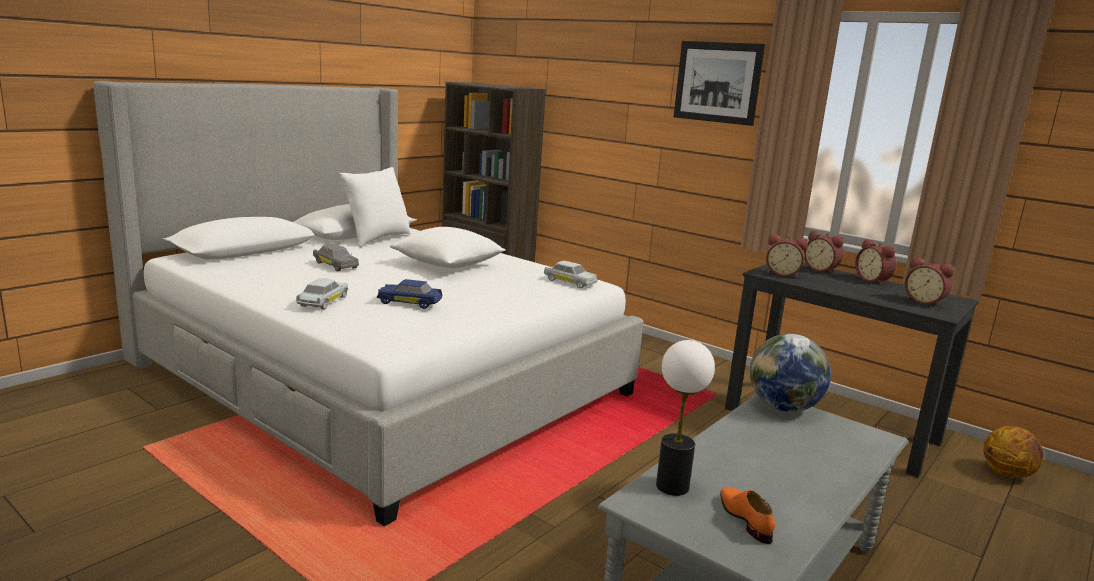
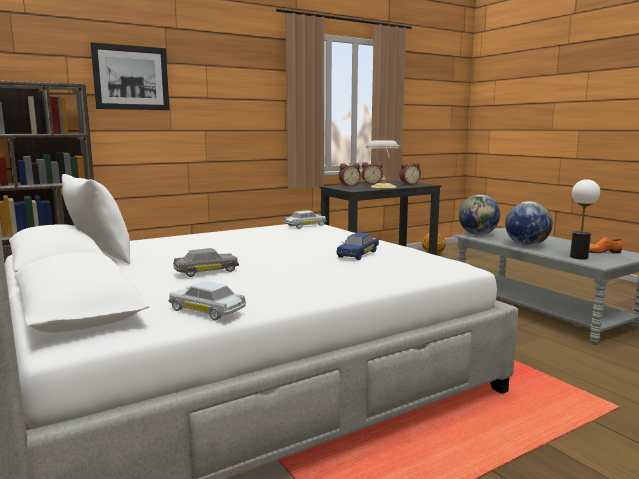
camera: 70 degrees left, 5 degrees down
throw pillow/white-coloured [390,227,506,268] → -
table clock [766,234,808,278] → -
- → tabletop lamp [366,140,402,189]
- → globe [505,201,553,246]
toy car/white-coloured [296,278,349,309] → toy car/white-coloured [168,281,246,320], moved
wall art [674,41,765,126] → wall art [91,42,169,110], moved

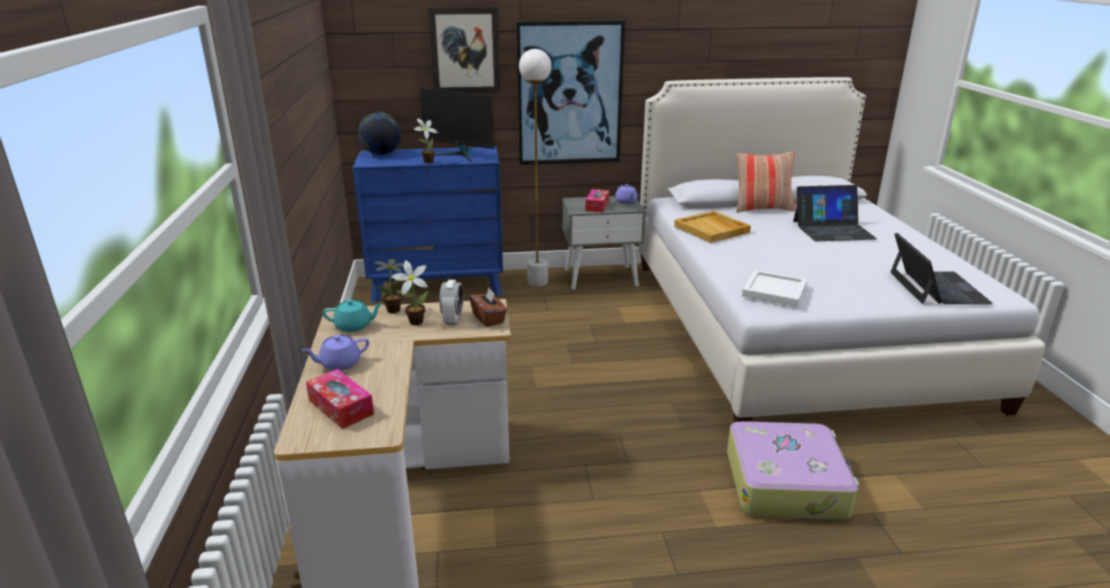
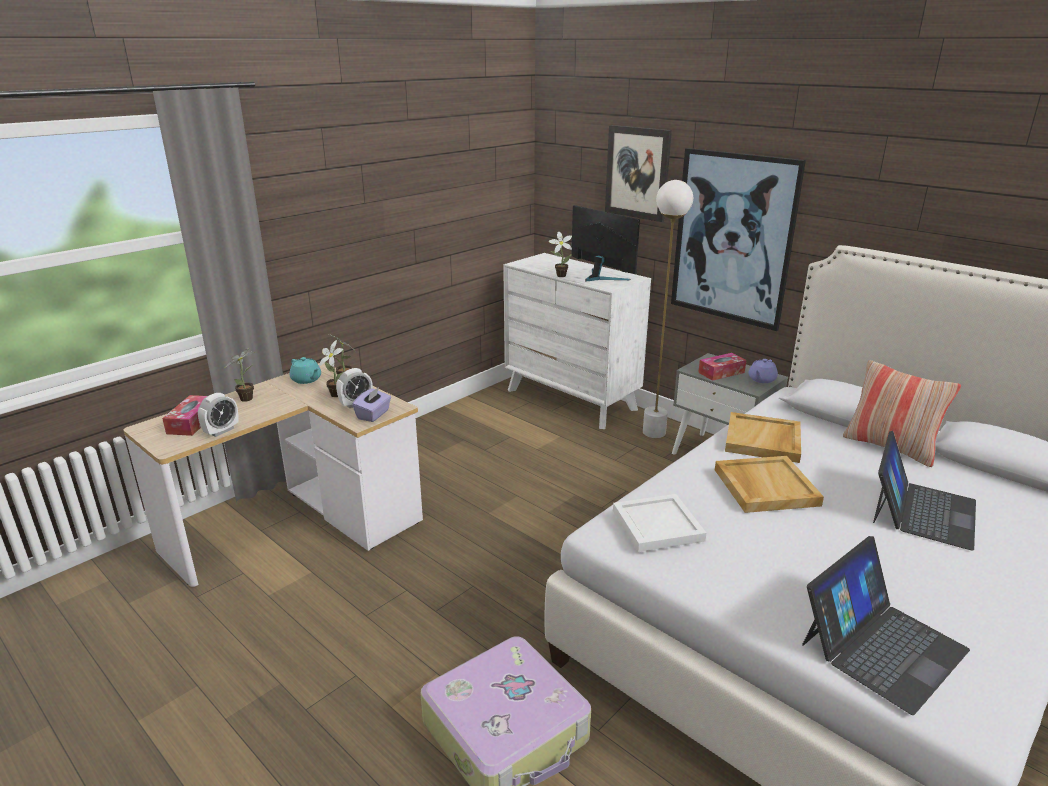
camera: 50 degrees right, 0 degrees up
globe [358,112,401,155] → -
- → table clock [198,393,239,437]
- → tray/beige-coloured [715,456,824,513]
pot for tea/purple-coloured [302,335,369,371] → houseplant [225,348,254,402]
chest of drawers/bluish [352,147,503,303] → chest of drawers/white-coloured [503,253,651,429]
box of tissues/brownish [469,288,507,327] → box of tissues/purple-coloured [352,387,391,422]
monitor [420,88,494,162] → monitor [571,205,640,282], 150 degrees clockwise
laptop [793,185,877,241] → laptop [873,431,976,550], 105 degrees counterclockwise

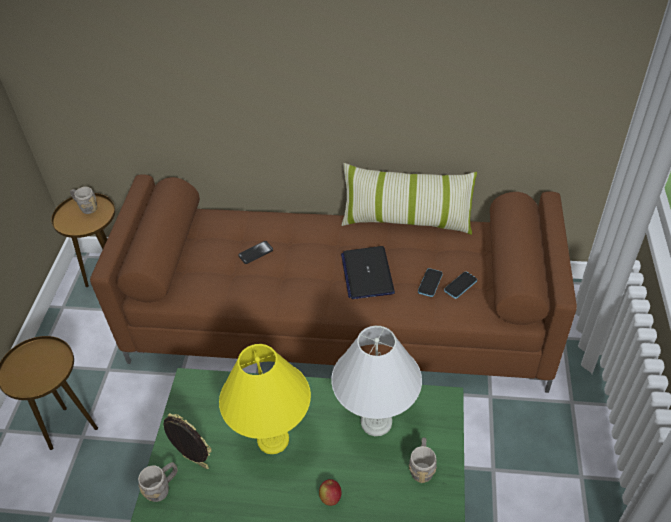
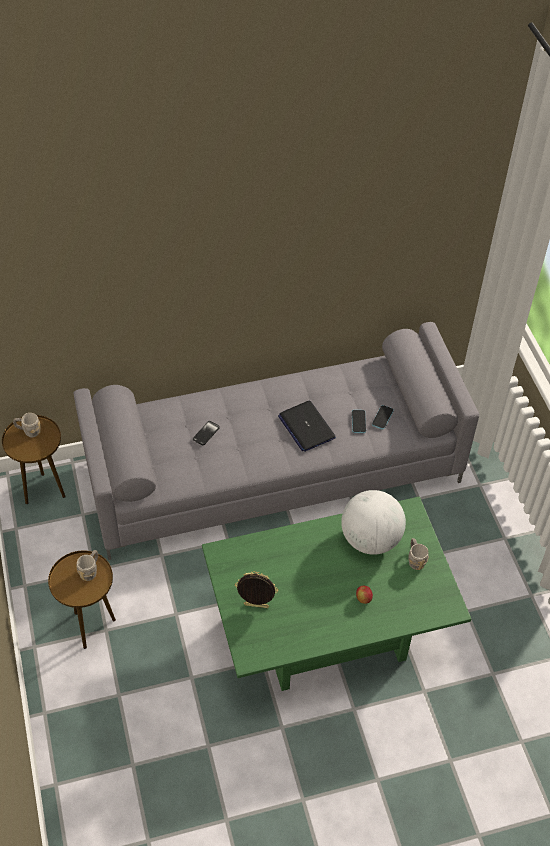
camera: 25 degrees left, 5 degrees up
tabletop lamp/yellow [219,344,311,454] → -
throw pillow [341,163,477,235] → -
coffee mug/grey [138,462,178,502] → coffee mug/grey [76,550,98,581], moved
tabletop lamp/white-coloured [331,326,422,436] → globe [341,490,406,555]
couch/brownish [90,174,577,393] → couch/grey [73,322,479,560]

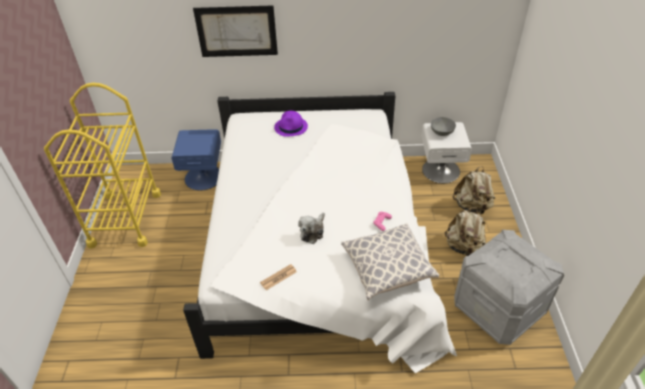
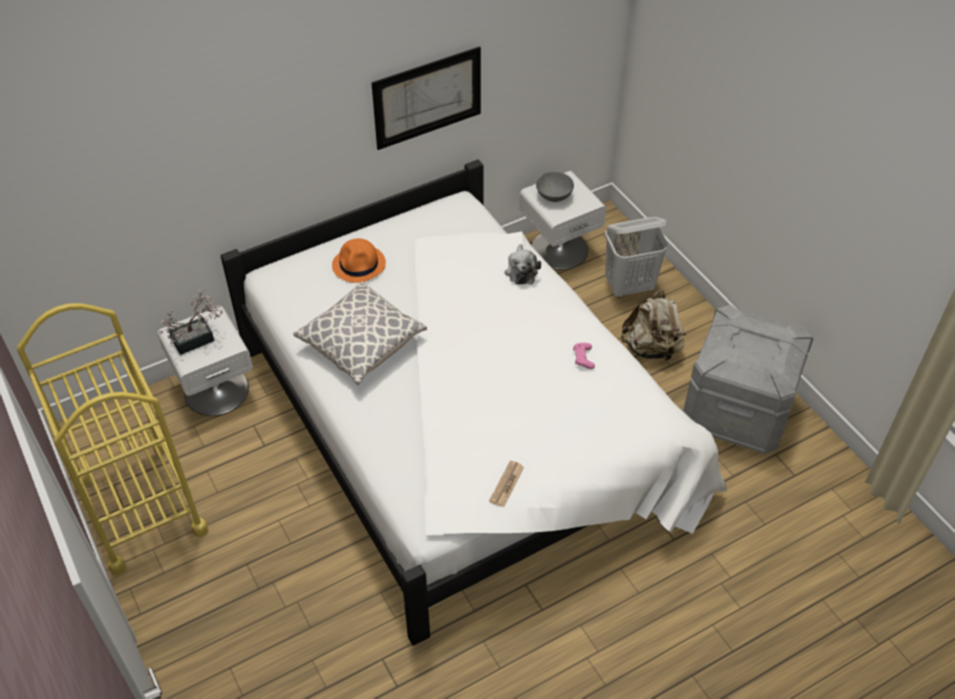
camera: 30 degrees left, 5 degrees up
- → houseplant [159,288,223,355]
wall art [193,5,278,57] → wall art [371,46,481,150], moved
plush toy [298,213,325,244] → plush toy [504,244,541,284], moved
throw pillow [341,223,439,300] → throw pillow [293,282,427,386], moved
backpack/beige-coloured [453,166,495,215] → laundry basket/white-coloured [605,217,668,298]
nightstand/bluish [172,129,221,190] → nightstand/white-coloured [157,306,253,416]
hat/purple-coloured [274,111,308,137] → hat/orange [332,238,386,283]

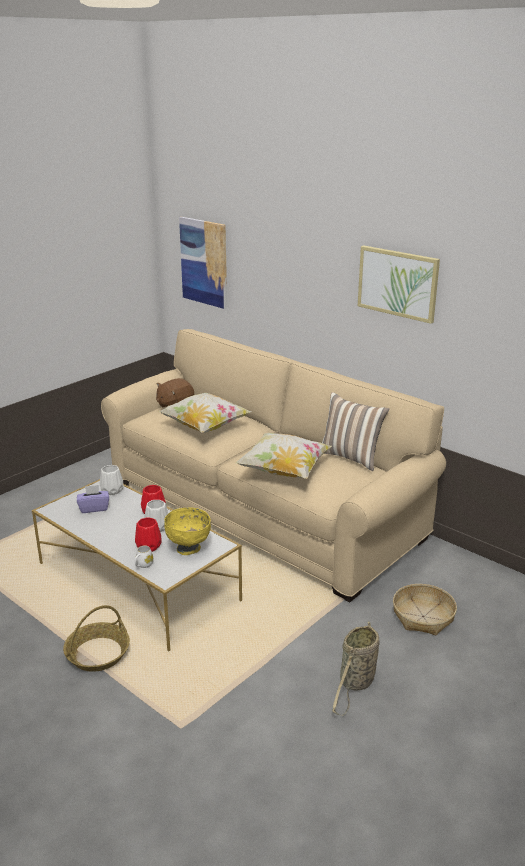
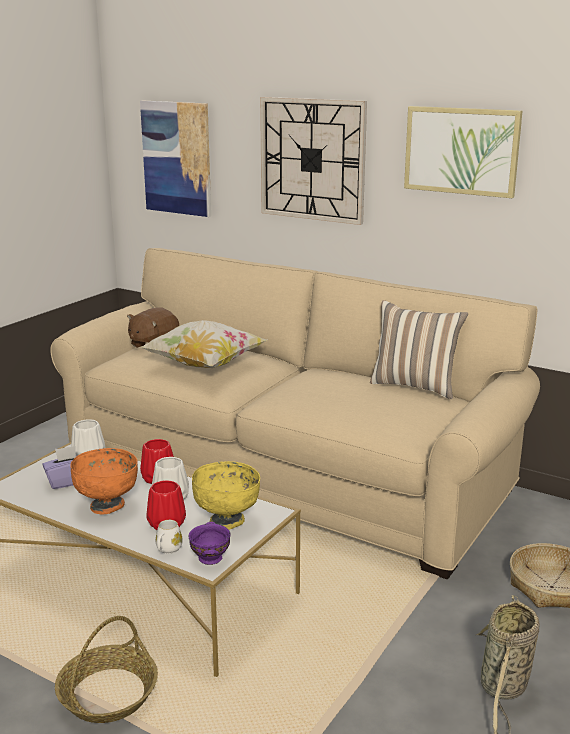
camera: 10 degrees left, 5 degrees down
throw pillow [235,433,332,479] → -
- → deep dish/orange [70,448,138,514]
- → deep dish/purple-coloured [189,522,231,565]
- → clock on the wall [260,97,367,225]

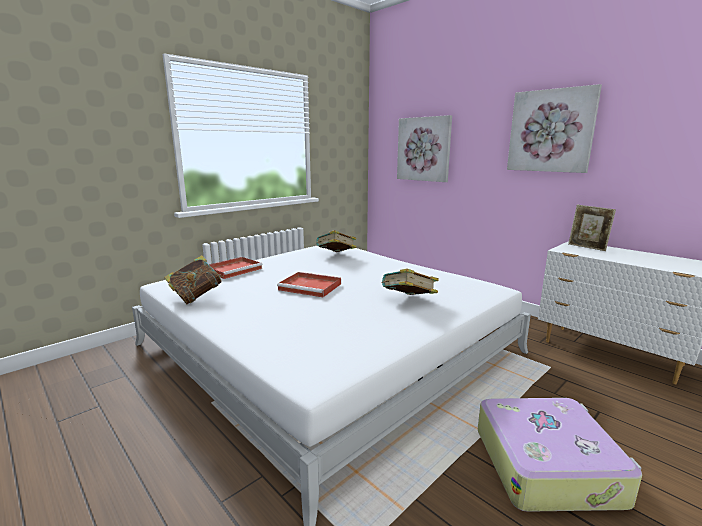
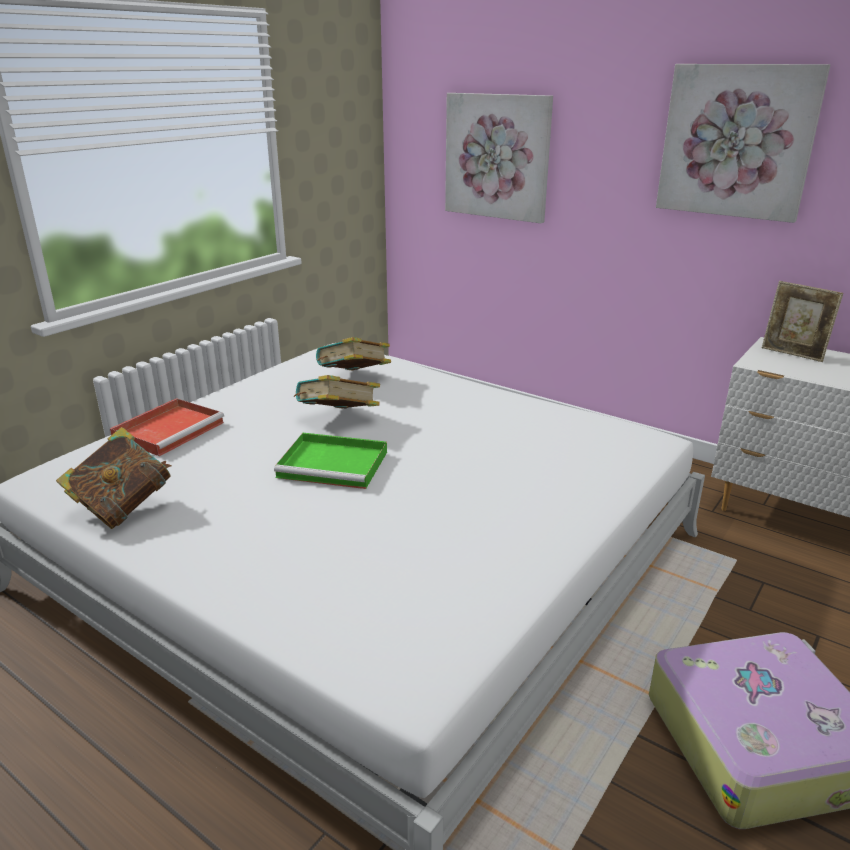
camera: 10 degrees left, 10 degrees up
book [382,269,439,295] → book [294,375,380,409], moved
tray/red-coloured [277,272,341,297] → tray/green-coloured [274,433,387,489]

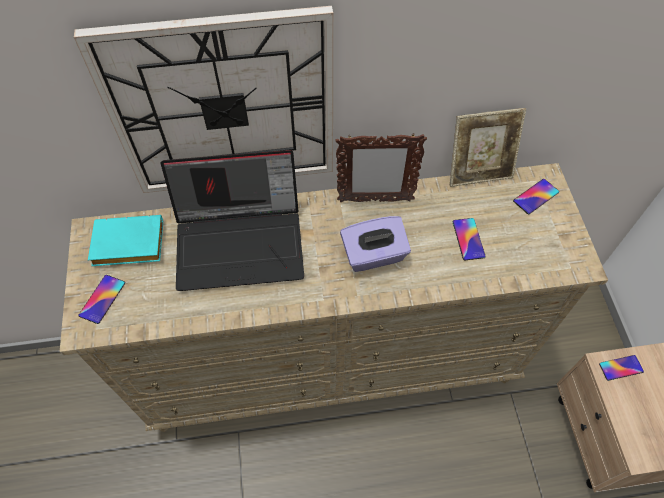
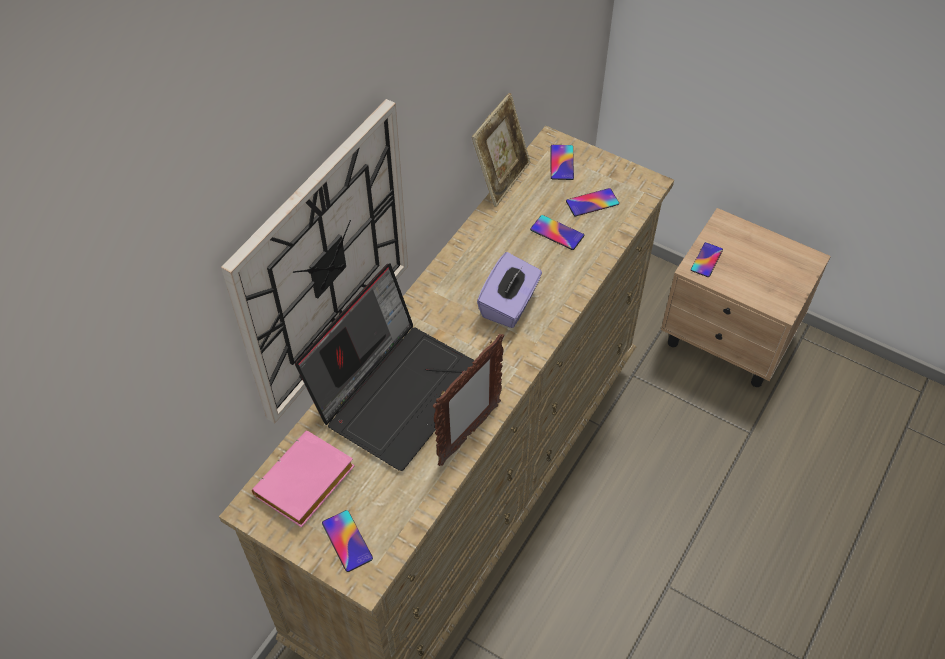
camera: 50 degrees left, 5 degrees down
- → telephone [566,188,619,216]
picture frame [336,134,427,202] → picture frame [433,334,504,466], moved
book/blue-green [88,215,163,266] → book/pinkish [252,431,355,528]

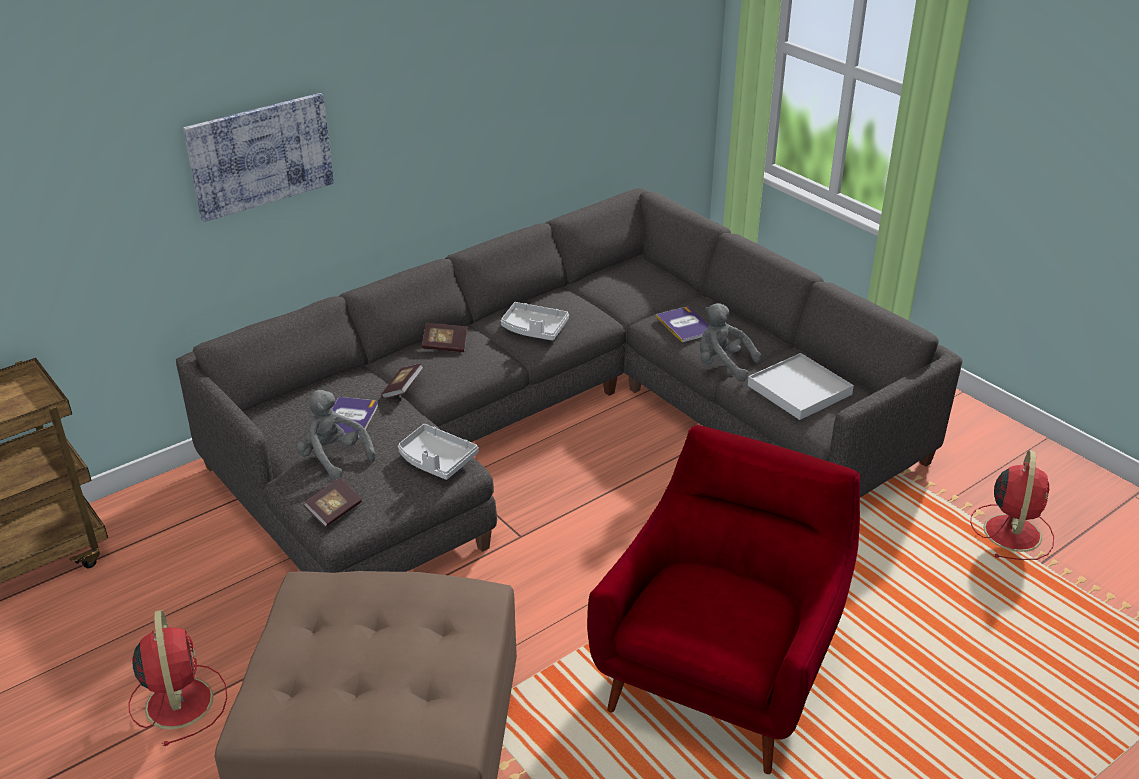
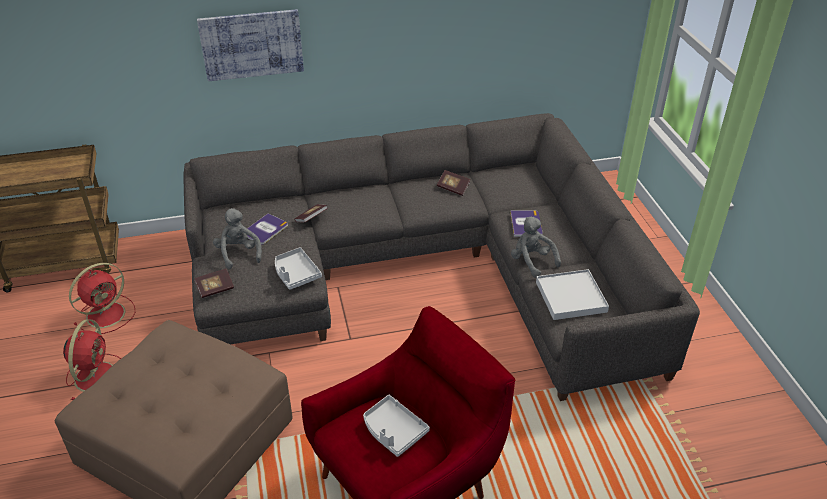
camera: 25 degrees right, 5 degrees up
book [422,323,467,352] → book [437,170,470,196], moved
tray/grey [501,302,569,341] → tray/grey [363,395,430,457], moved
fan/red-coloured [970,450,1054,560] → fan/red-coloured [69,263,135,334], moved

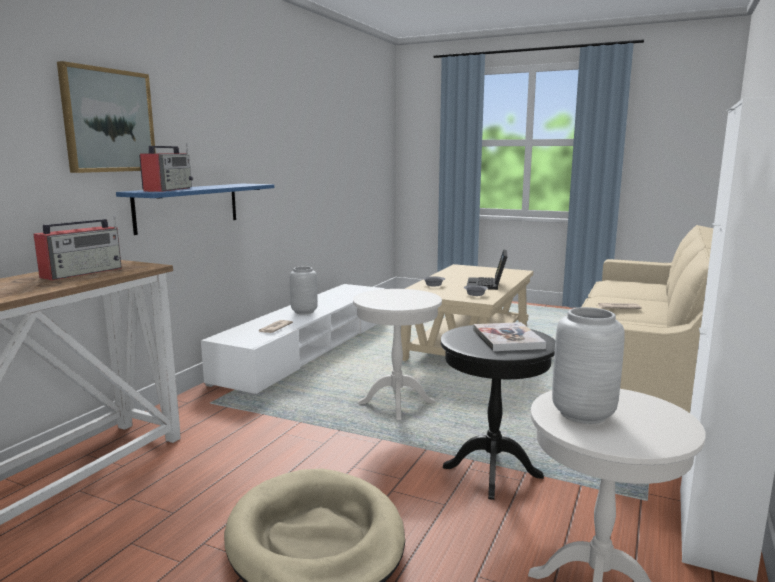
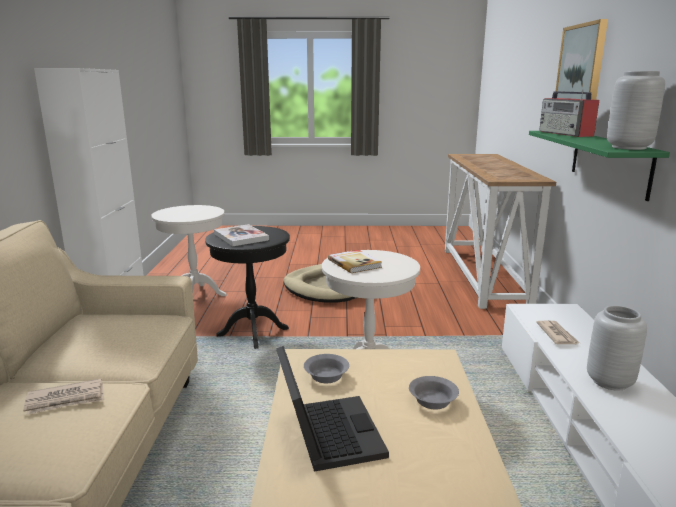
camera: 155 degrees right, 5 degrees up
radio set [33,216,122,280] → -
- → book [328,250,382,273]
flower vase/grey [552,307,625,424] → flower vase/grey [607,71,665,150], moved
shelf/bluish [116,184,274,235] → shelf/green-coloured [529,131,670,201]

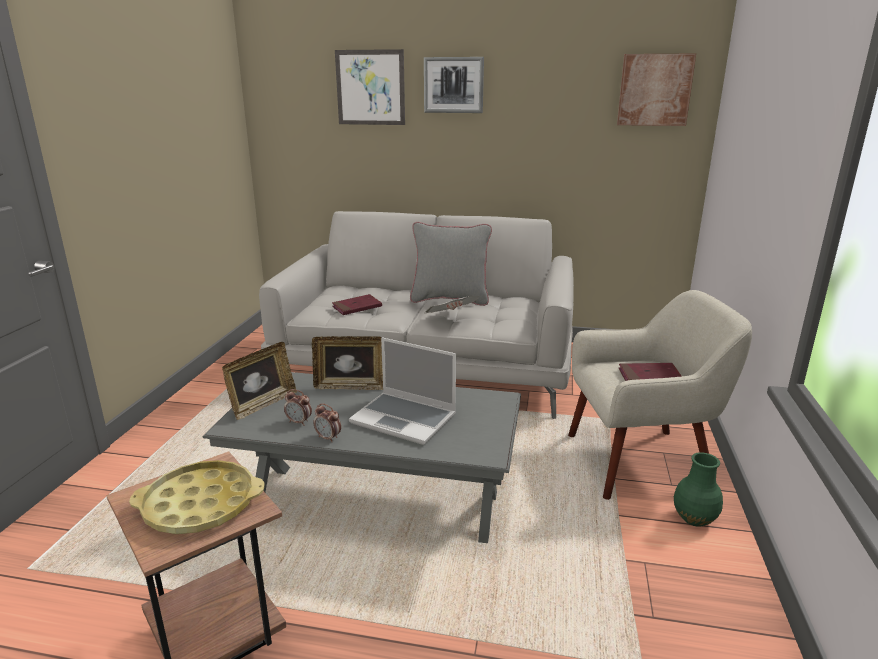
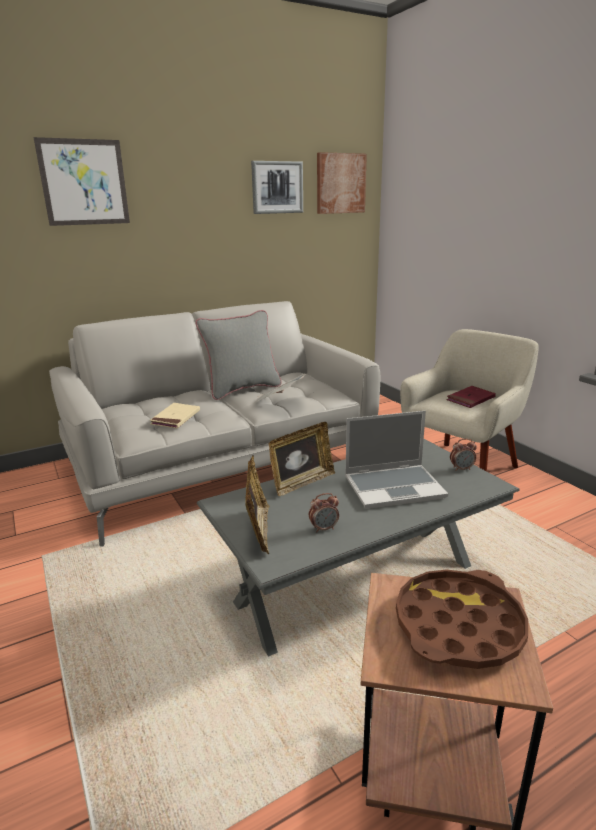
camera: 40 degrees left, 0 degrees up
flower vase/green-coloured [674,452,723,527] → -
table clock [314,403,341,442] → table clock [450,439,477,471], moved
wall art [424,57,484,113] → wall art [251,161,303,214], moved
tray/yellow [129,460,264,534] → tray/brownish [396,570,528,669]
book/red-coloured [332,294,382,315] → book/beige-coloured [150,403,200,429]

